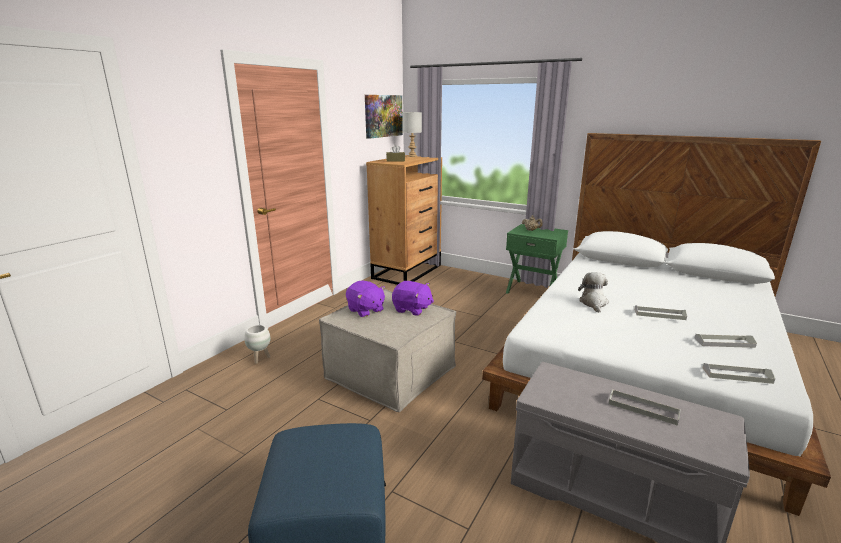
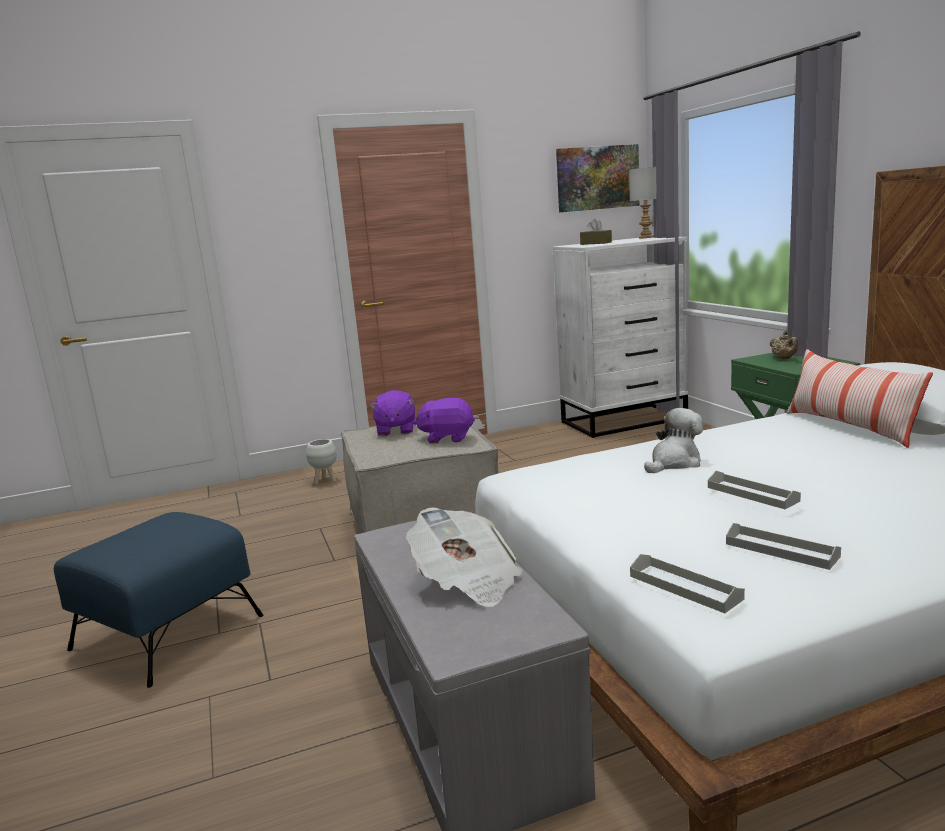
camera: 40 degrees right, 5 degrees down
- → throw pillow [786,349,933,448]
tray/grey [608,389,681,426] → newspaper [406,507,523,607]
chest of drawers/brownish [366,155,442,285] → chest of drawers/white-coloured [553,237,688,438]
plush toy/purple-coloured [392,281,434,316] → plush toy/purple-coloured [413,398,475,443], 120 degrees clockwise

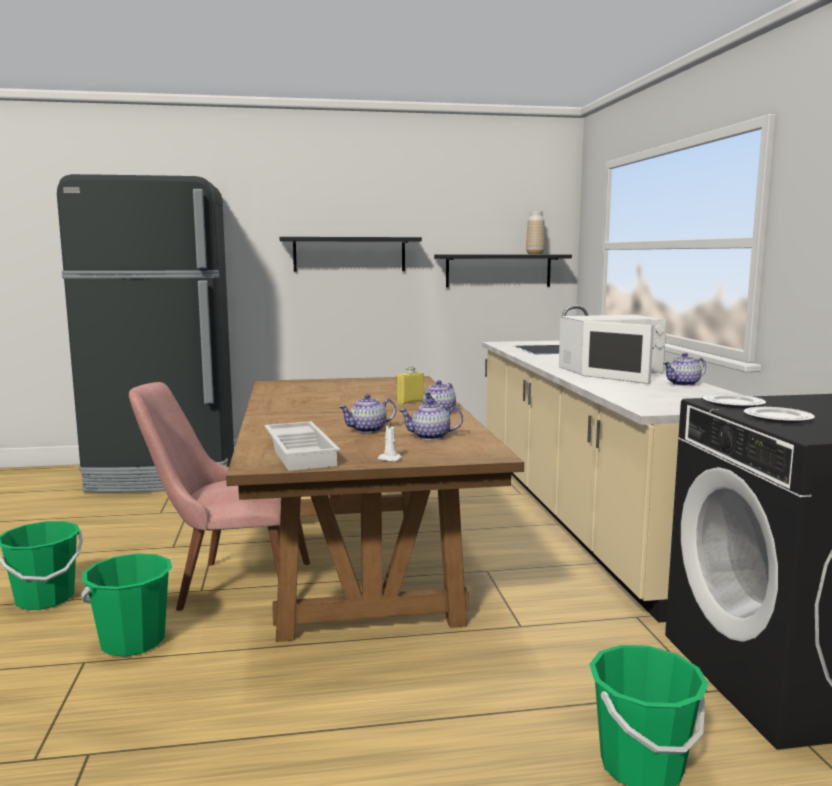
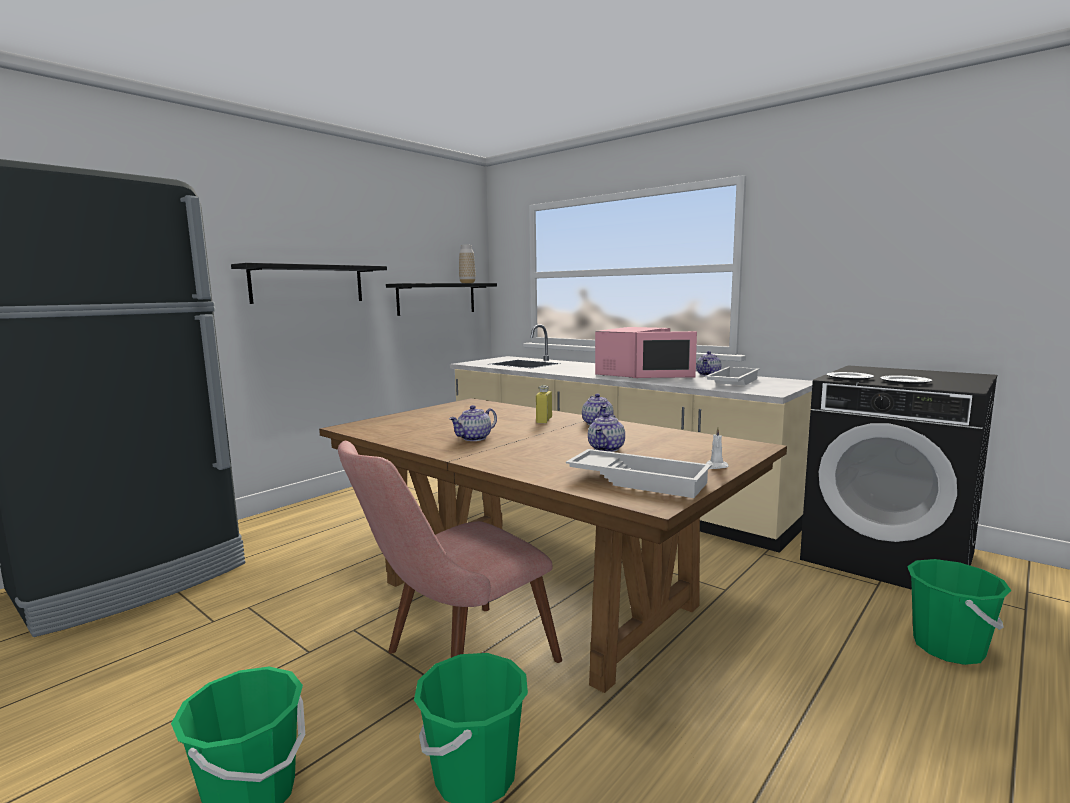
camera: 40 degrees left, 0 degrees up
- → tray/white-coloured [705,367,760,385]
pot for tea [399,400,463,440] → pot for tea [449,405,497,441], moved
microwave/white-coloured [559,315,667,384] → microwave/pinkish [595,327,697,378]

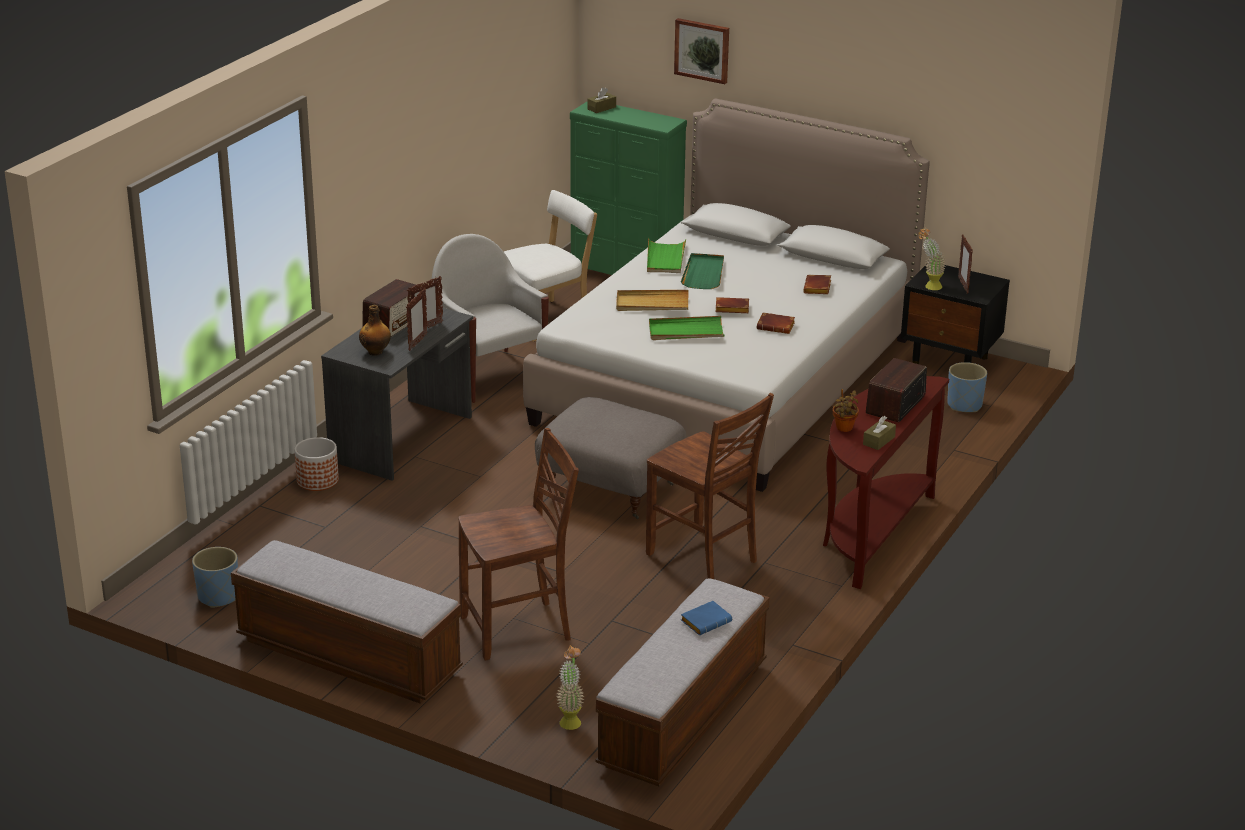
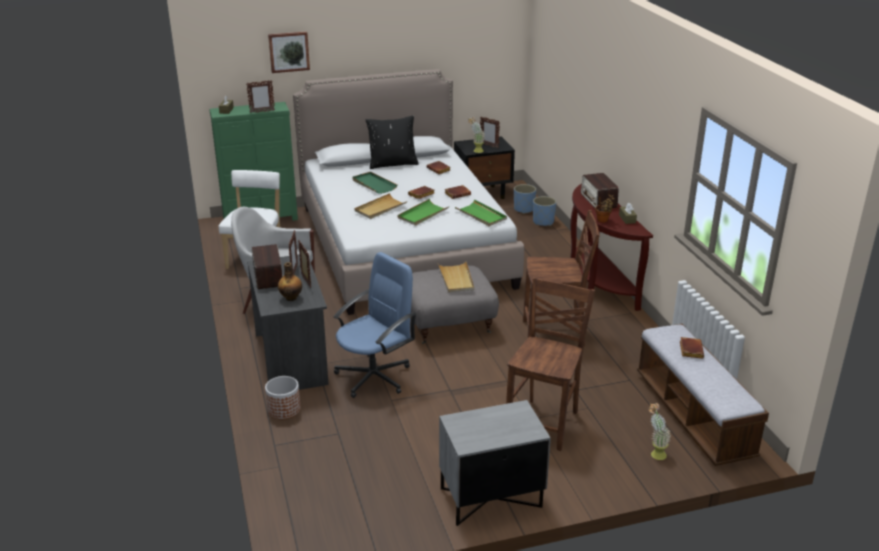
camera: 45 degrees left, 0 degrees up
- → picture frame [246,80,275,113]
- → office chair/bluish [333,252,416,398]
- → throw pillow/black-coloured [366,115,419,169]
- → tray/beige-coloured [438,262,474,292]
planter/bluish [192,547,238,608] → planter/bluish [533,196,556,226], moved
tray/green-coloured [647,238,686,273] → tray/green-coloured [455,199,507,226], moved
bench [231,540,463,703] → nightstand/grey [439,400,551,526]
book/bluish [681,601,732,635] → book/brownish [680,337,704,359]

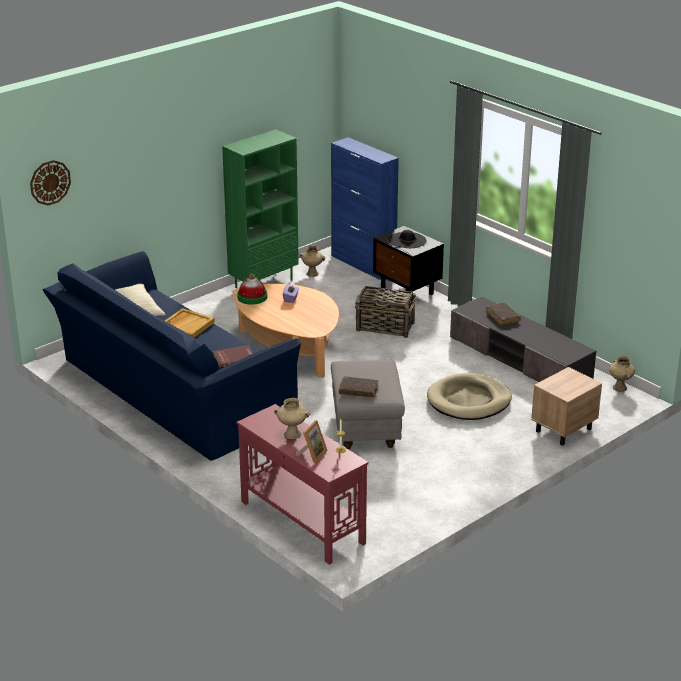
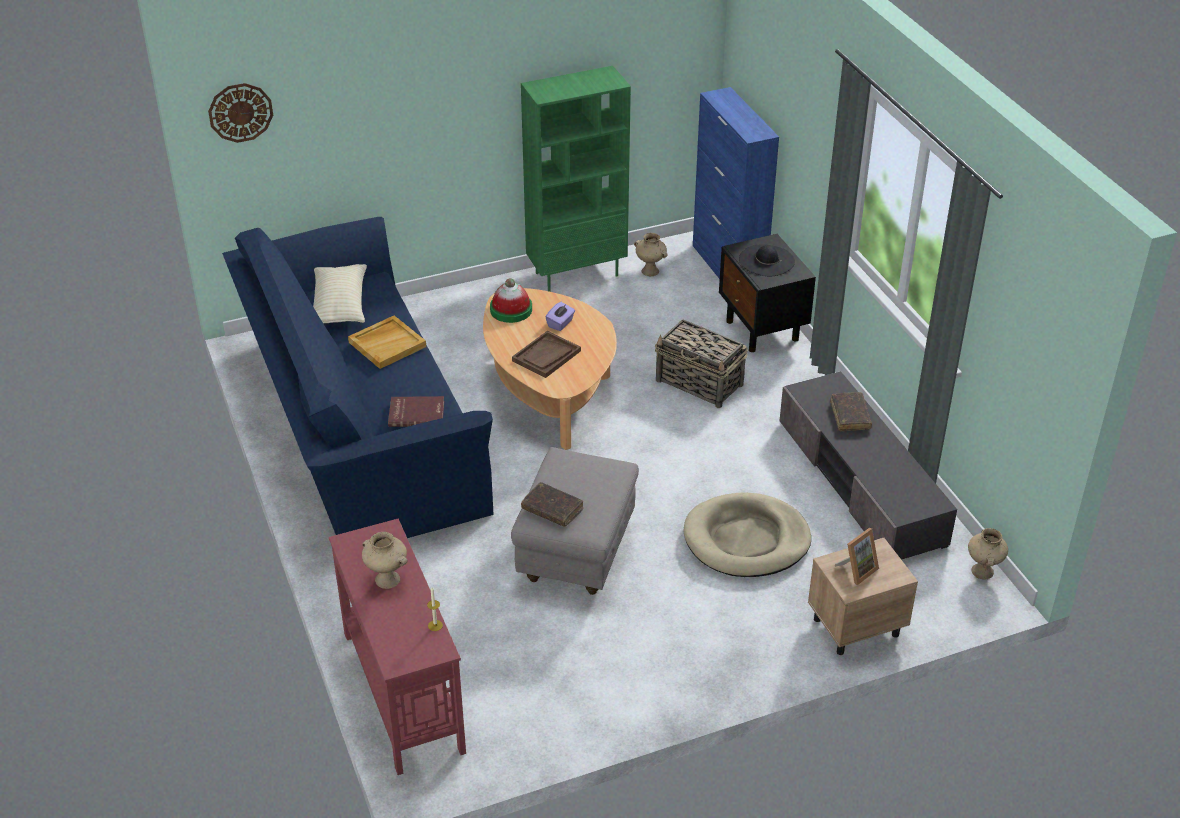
camera: 20 degrees right, 10 degrees up
- → tray/brownish [512,331,581,378]
picture frame [296,420,328,463] → picture frame [835,528,879,585], moved

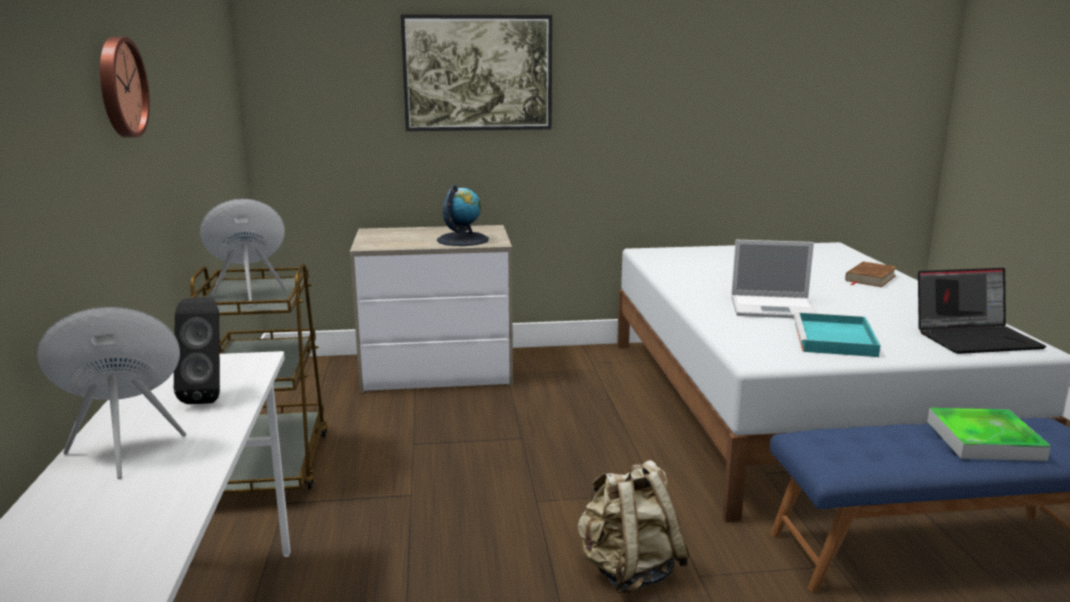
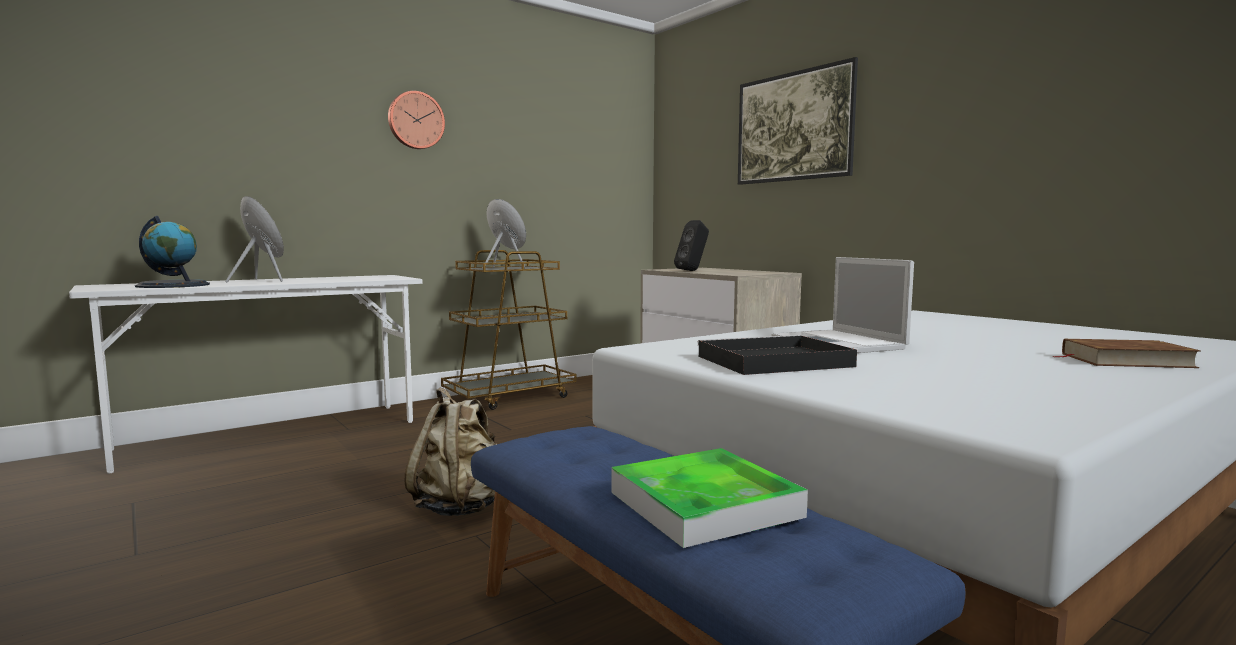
camera: 60 degrees right, 10 degrees down
laptop [918,268,1046,354] → -
audio speaker/black-coloured [174,297,220,404] → audio speaker/black-coloured [674,220,709,271], moved
globe [437,184,489,246] → globe [135,216,210,288], moved
tray/blue-green [794,312,881,357] → tray/black-coloured [697,335,857,375]

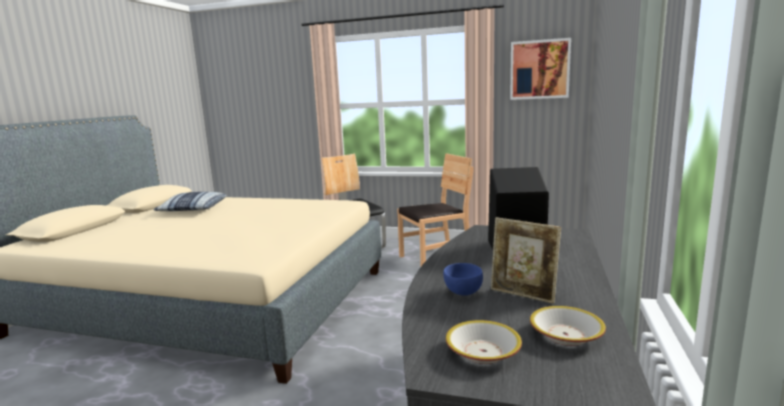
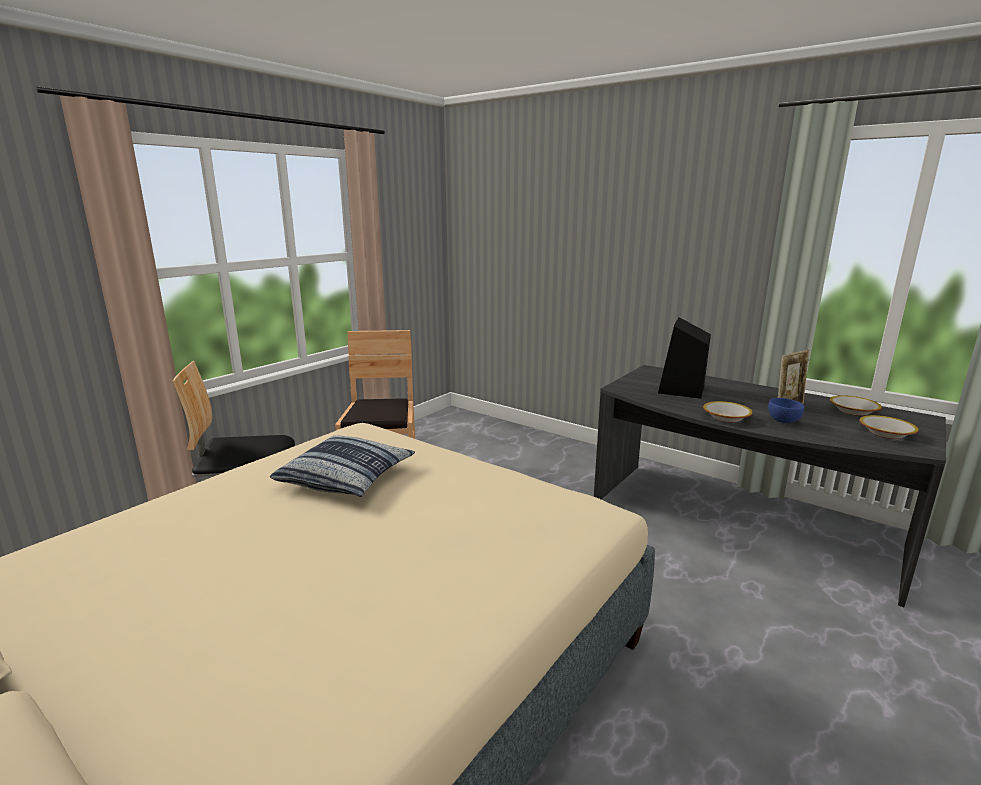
camera: 70 degrees left, 5 degrees up
wall art [510,38,571,100] → -
- → deep dish [703,401,753,423]
throw pillow [153,192,227,211] → throw pillow [270,436,415,497], moved

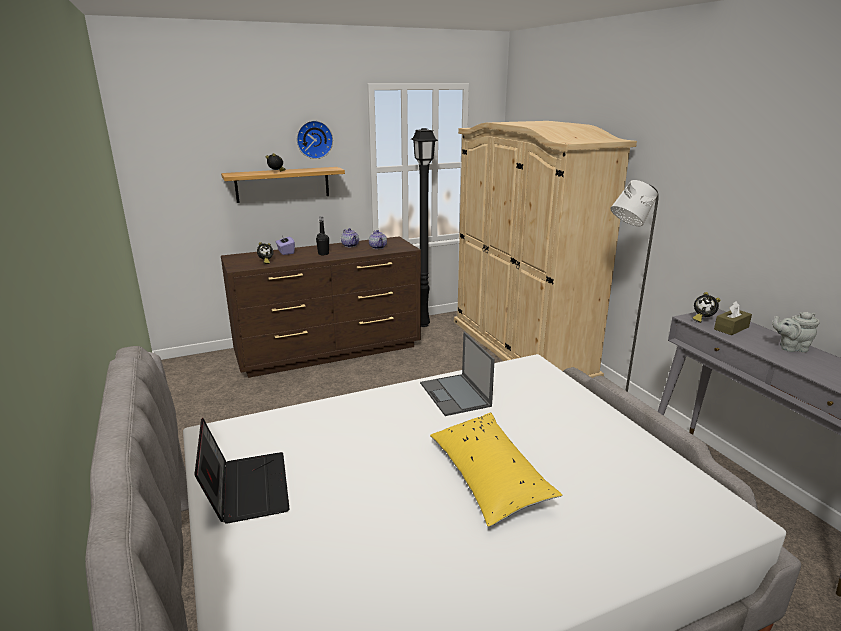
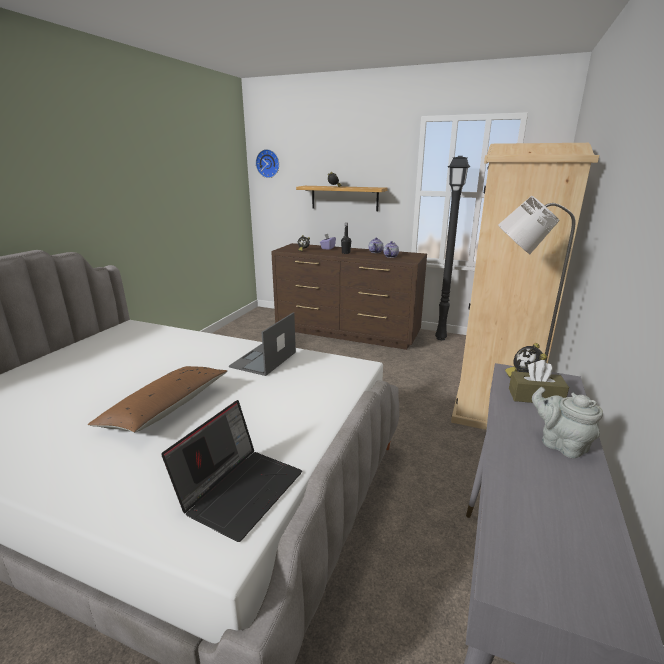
camera: 45 degrees right, 0 degrees up
laptop [194,418,289,524] → laptop [161,400,302,542], moved
clock on the wall [297,120,333,159] → clock on the wall [256,149,279,178], moved
throw pillow/yellow [430,412,562,527] → throw pillow/brownish [88,366,228,433]

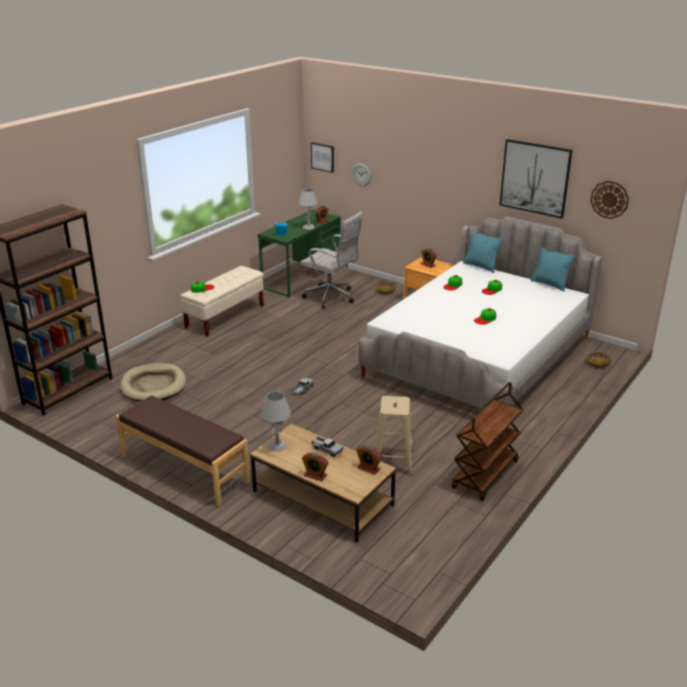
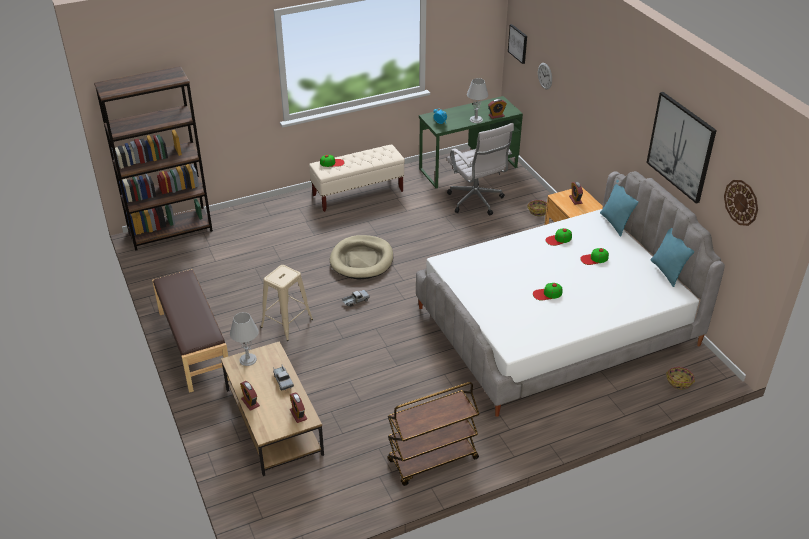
camera: 30 degrees right, 10 degrees up
dog bed/beige-coloured [120,363,186,402] → dog bed/beige-coloured [330,235,393,279], moved
sitting stool/beige-coloured [375,396,413,475] → sitting stool/beige-coloured [261,265,313,341], moved

